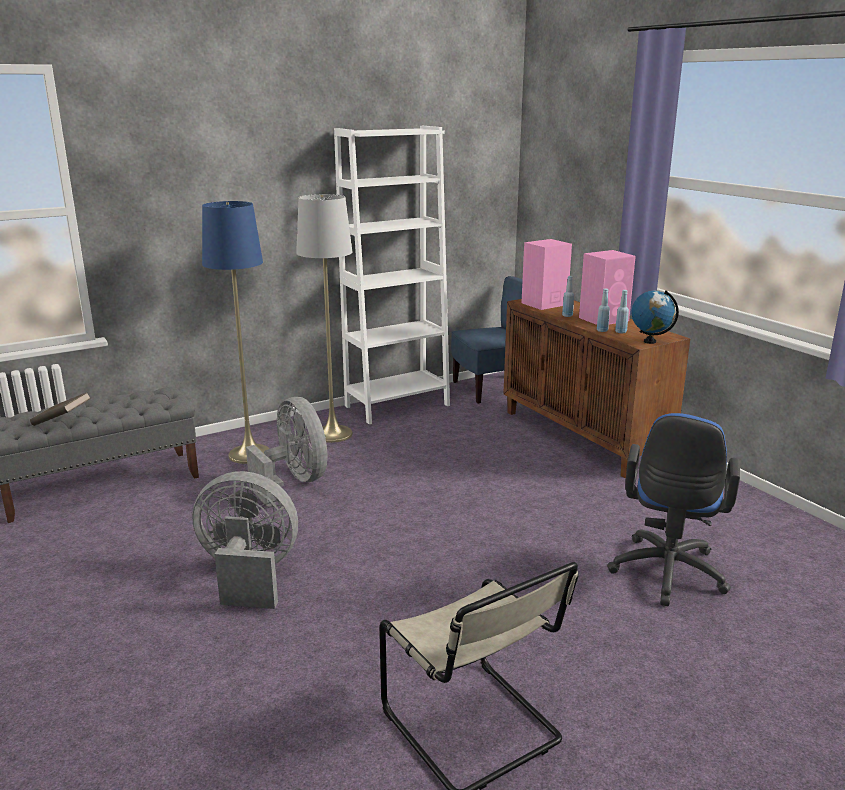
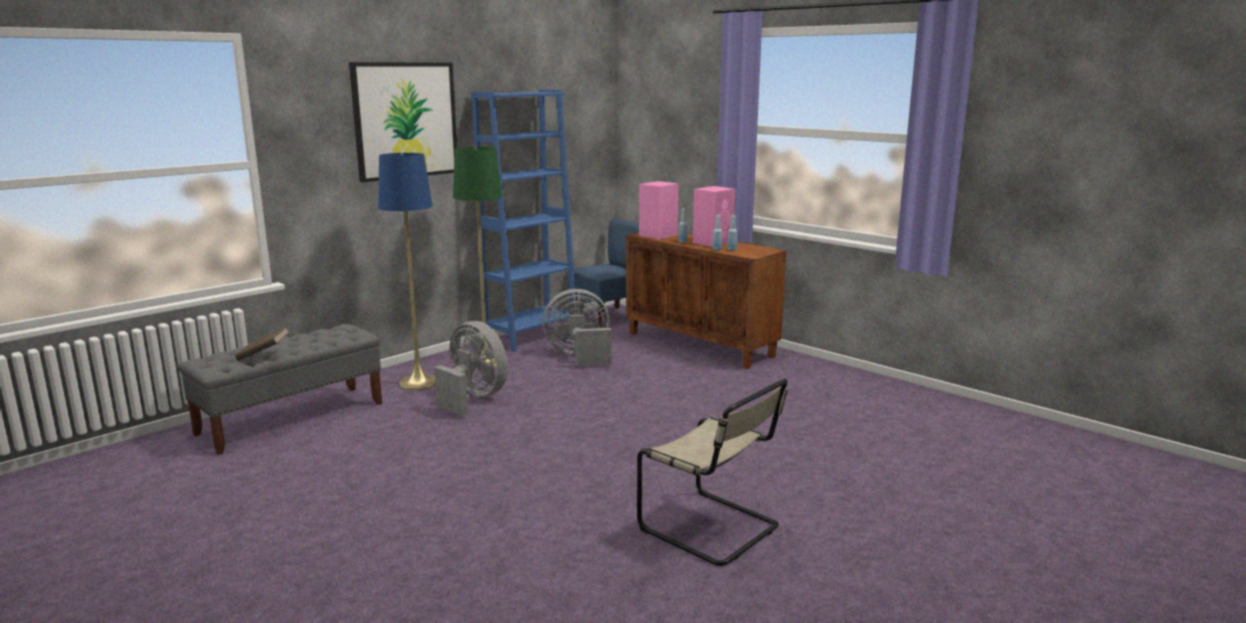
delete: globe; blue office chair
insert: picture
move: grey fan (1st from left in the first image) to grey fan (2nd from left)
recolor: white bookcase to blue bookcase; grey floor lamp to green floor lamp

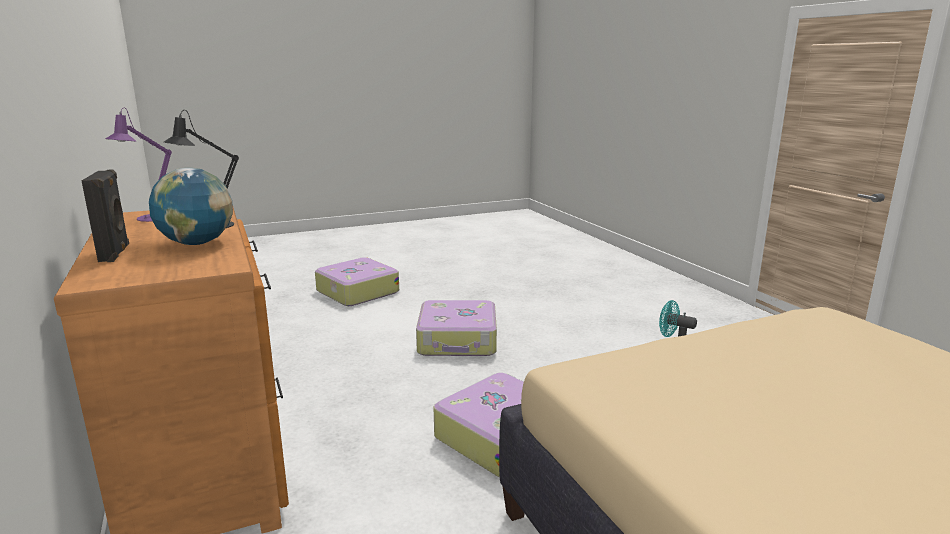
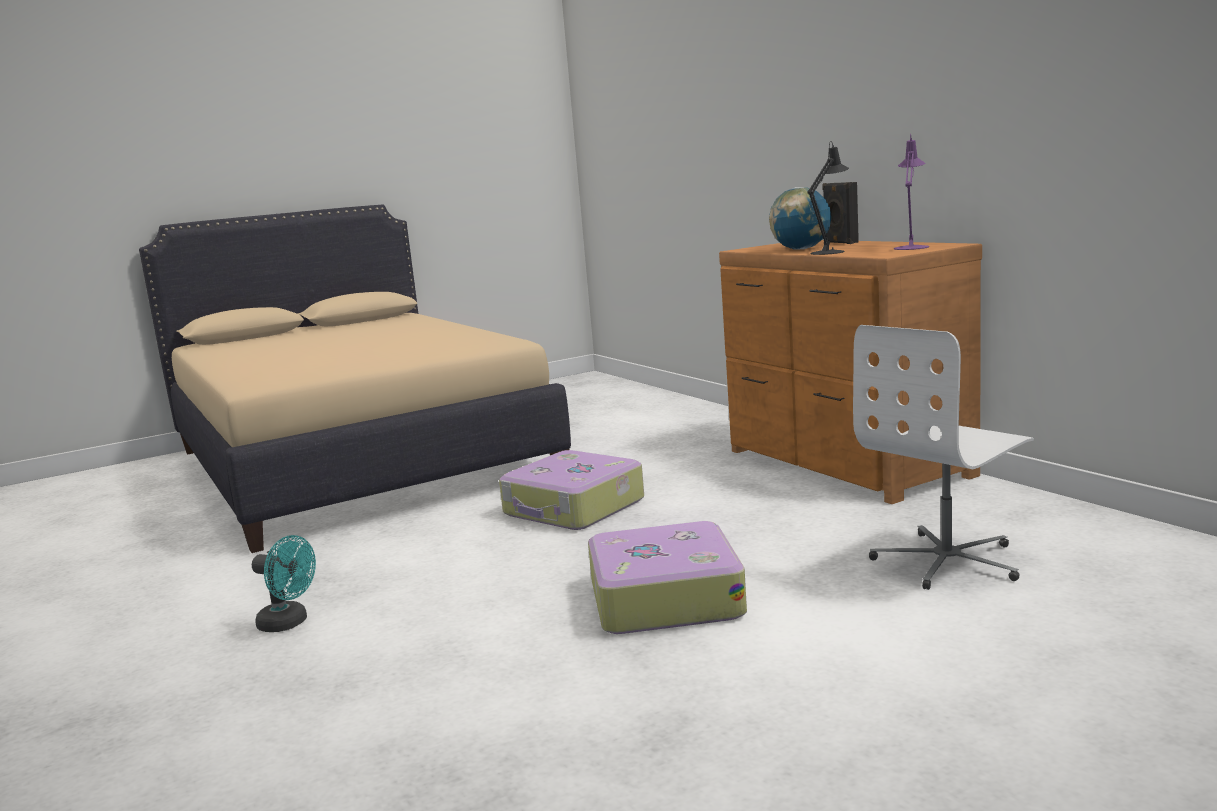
delete: suitcase (1st from left)
insert: white office chair

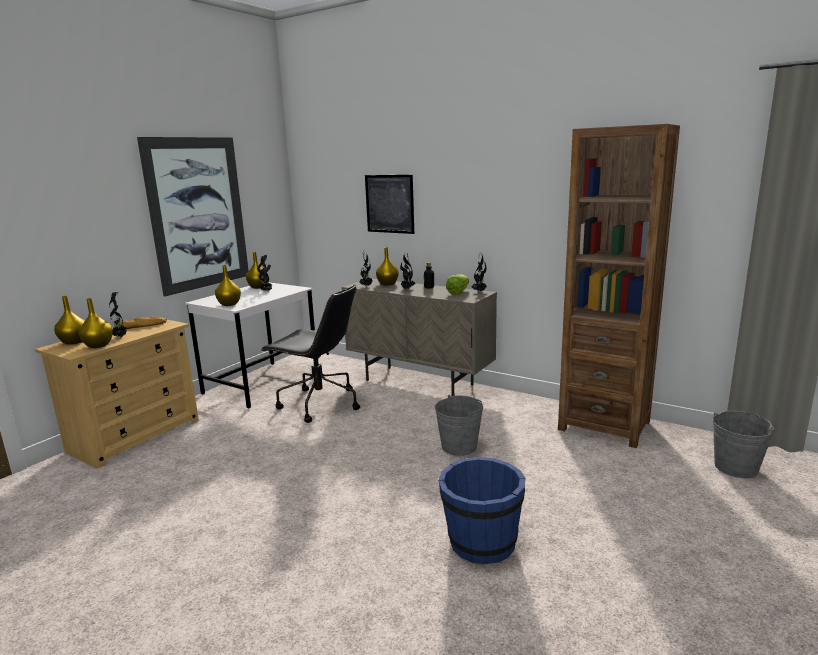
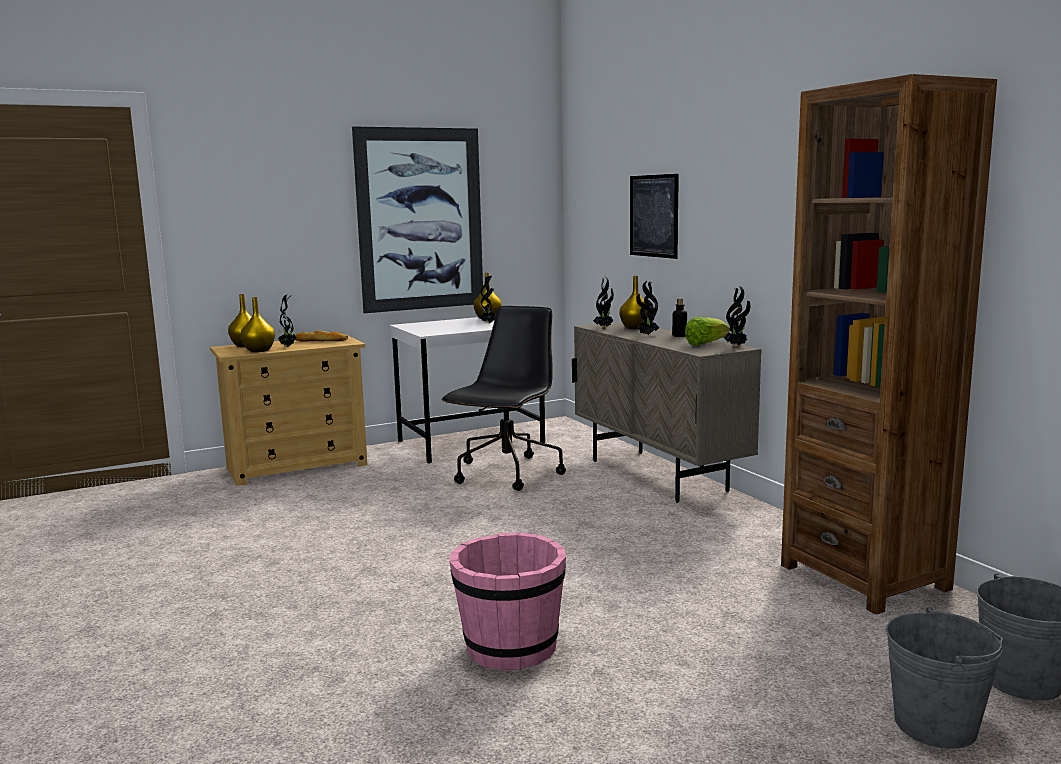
delete: yellow vase (3rd from left)
move: grey bucket (1st from left)
recolor: blue bucket to pink bucket
rotate: black office chair 120 degrees counterclockwise

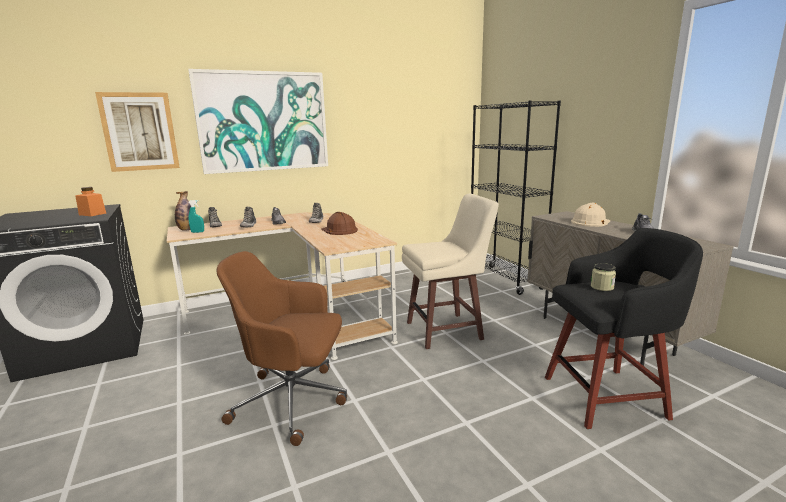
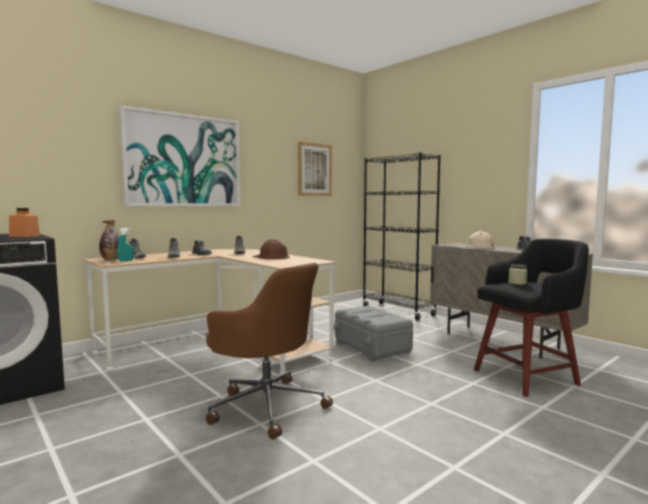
move: picture (1st from left in the first image) to picture (2nd from left)
replace: beige stool to grey storage box
rotate: brown office chair 135 degrees counterclockwise

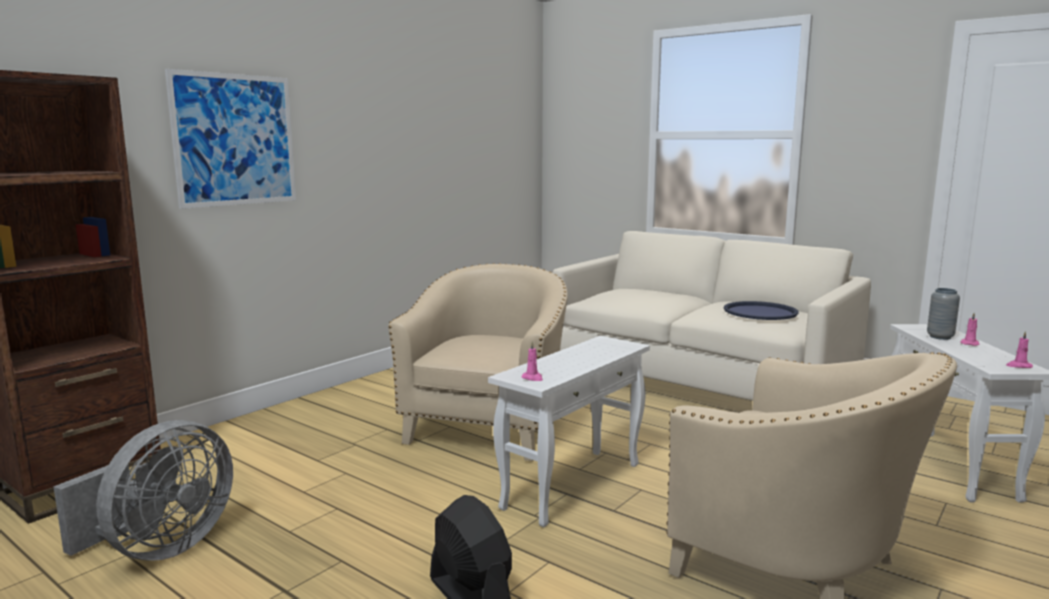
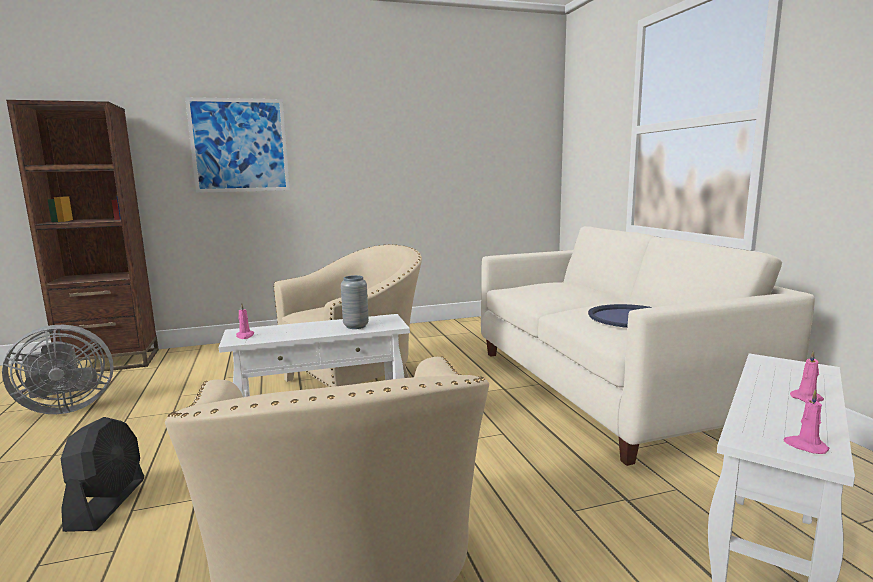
move: grey vase

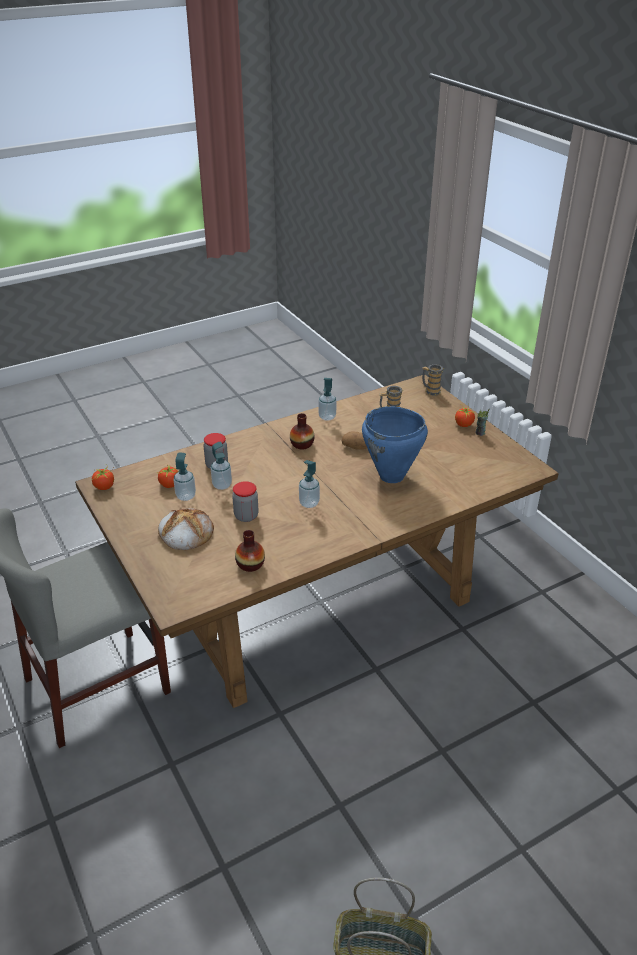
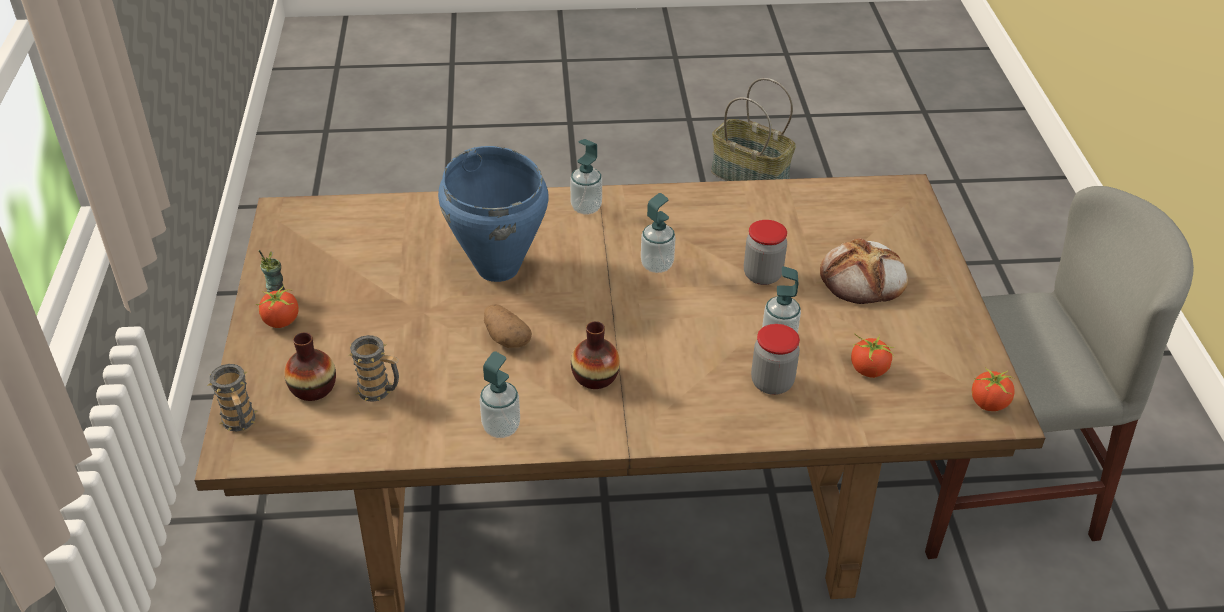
move: soap dispenser (1st from left in the first image) to soap dispenser (2nd from left); vase (1st from left)

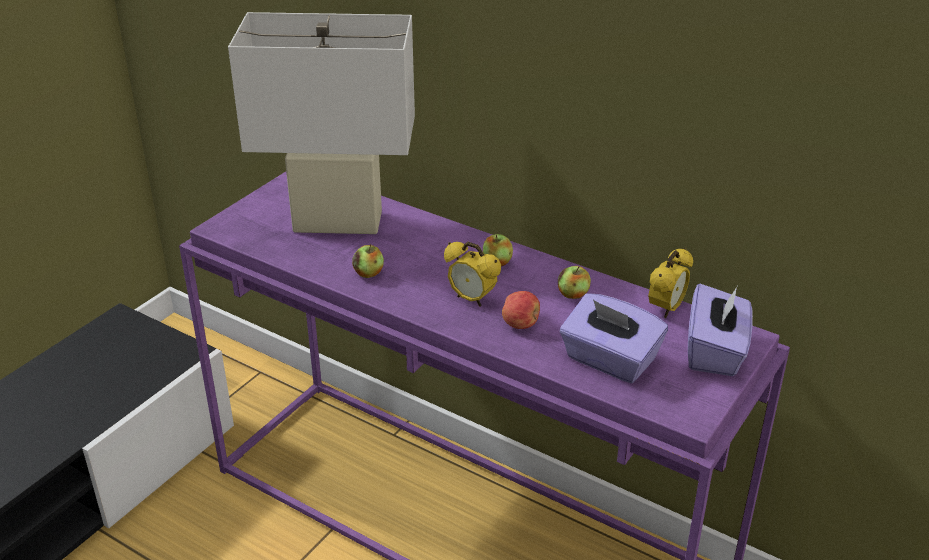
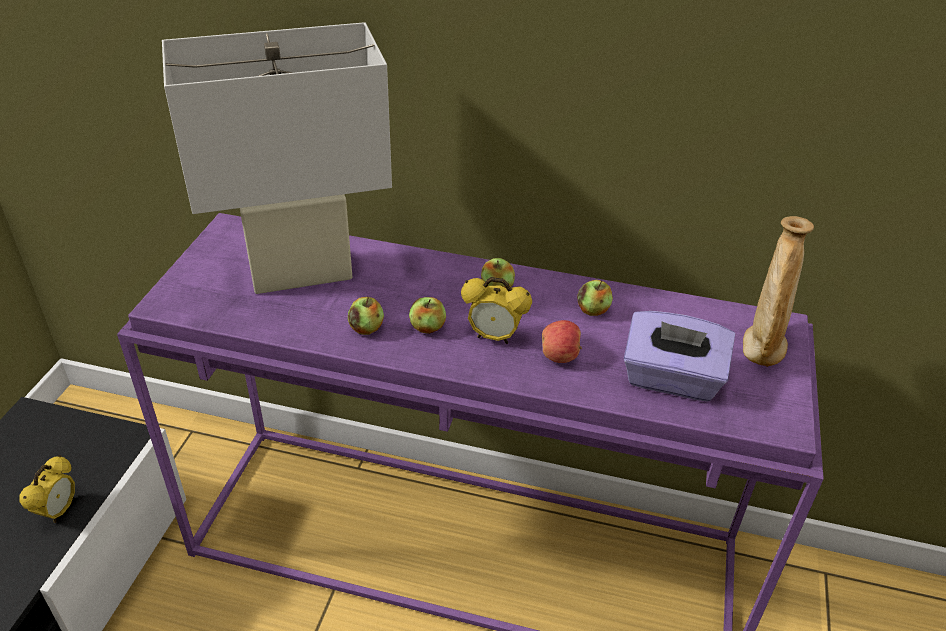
insert: apple (2nd from left)
move: alarm clock (2nd from left in the first image) to alarm clock (1st from left)
replace: purple tissue box (2nd from left) to beige vase

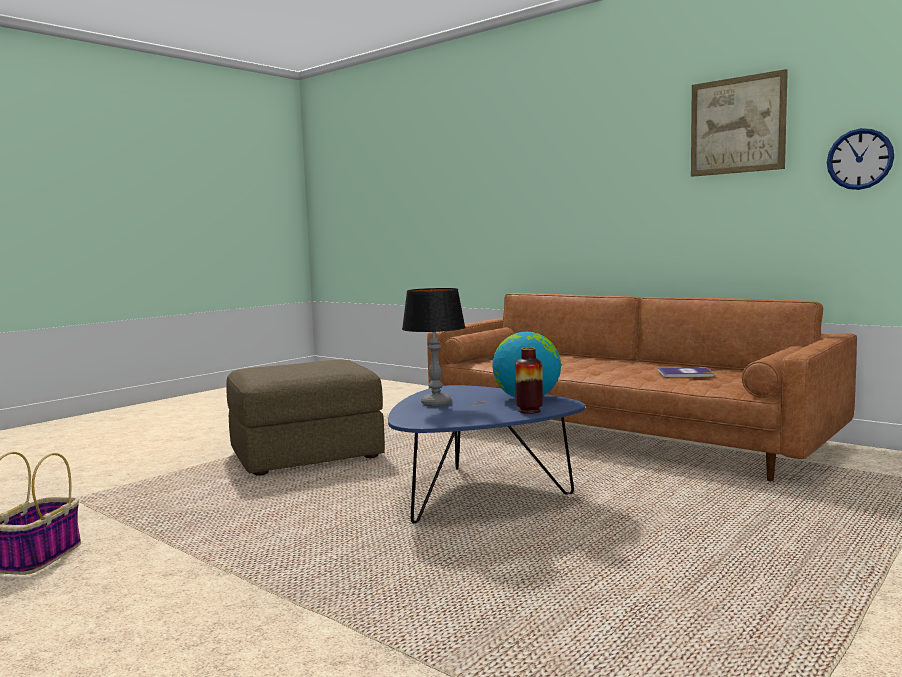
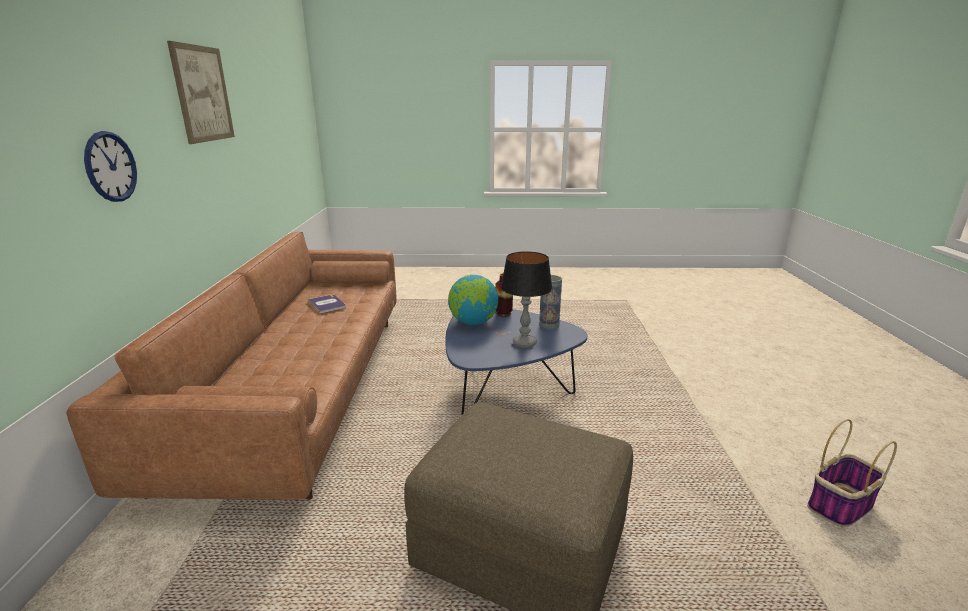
insert: vase (2nd from left)
move: wall clock

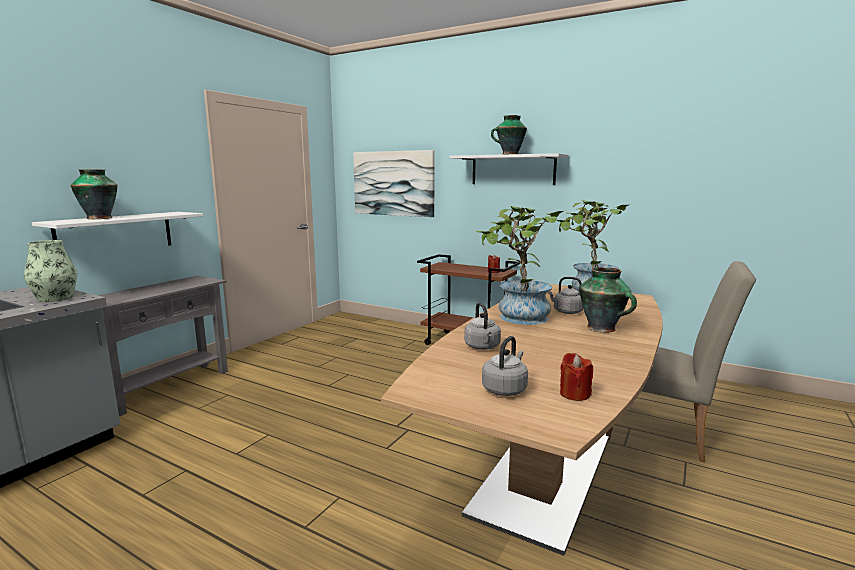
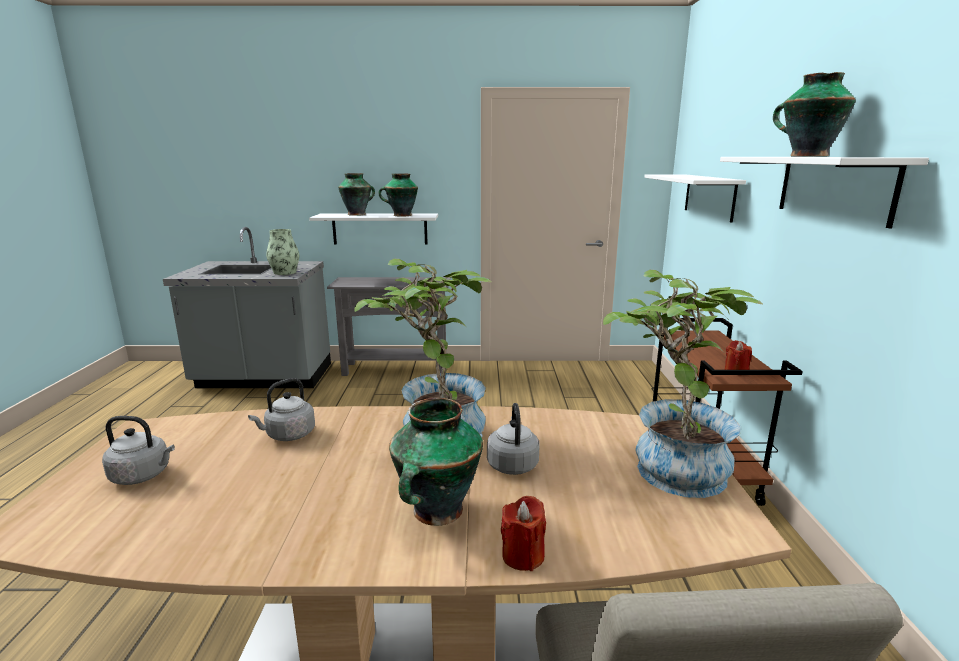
insert: vase (3rd from left)
move: red candle (2nd from left in the first image) to red candle (1st from left)
replace: picture to white shelf (2nd from left)

